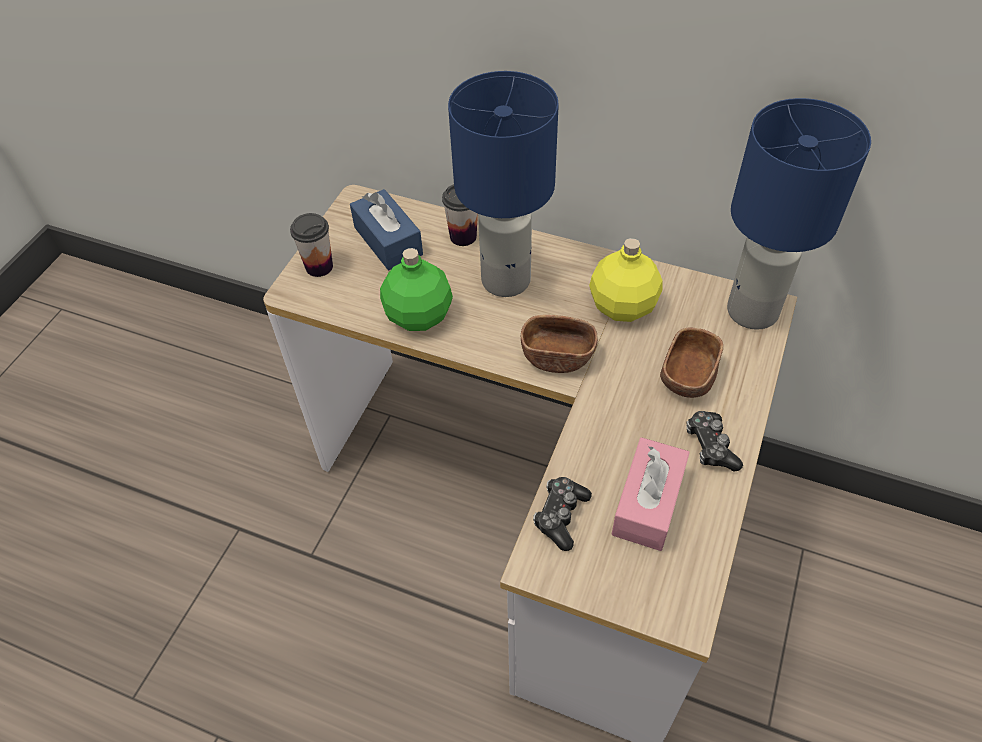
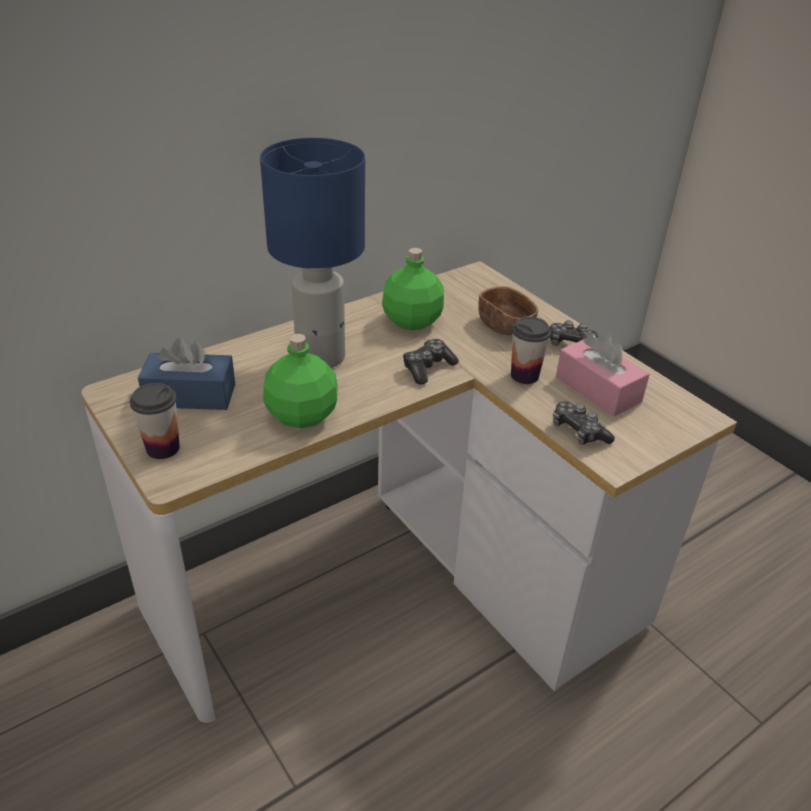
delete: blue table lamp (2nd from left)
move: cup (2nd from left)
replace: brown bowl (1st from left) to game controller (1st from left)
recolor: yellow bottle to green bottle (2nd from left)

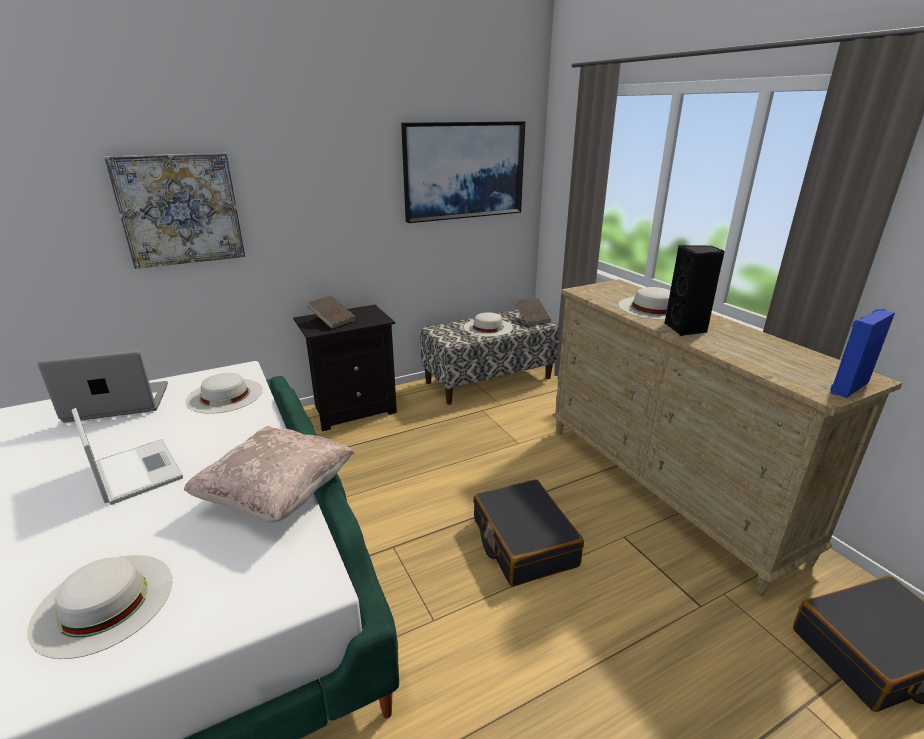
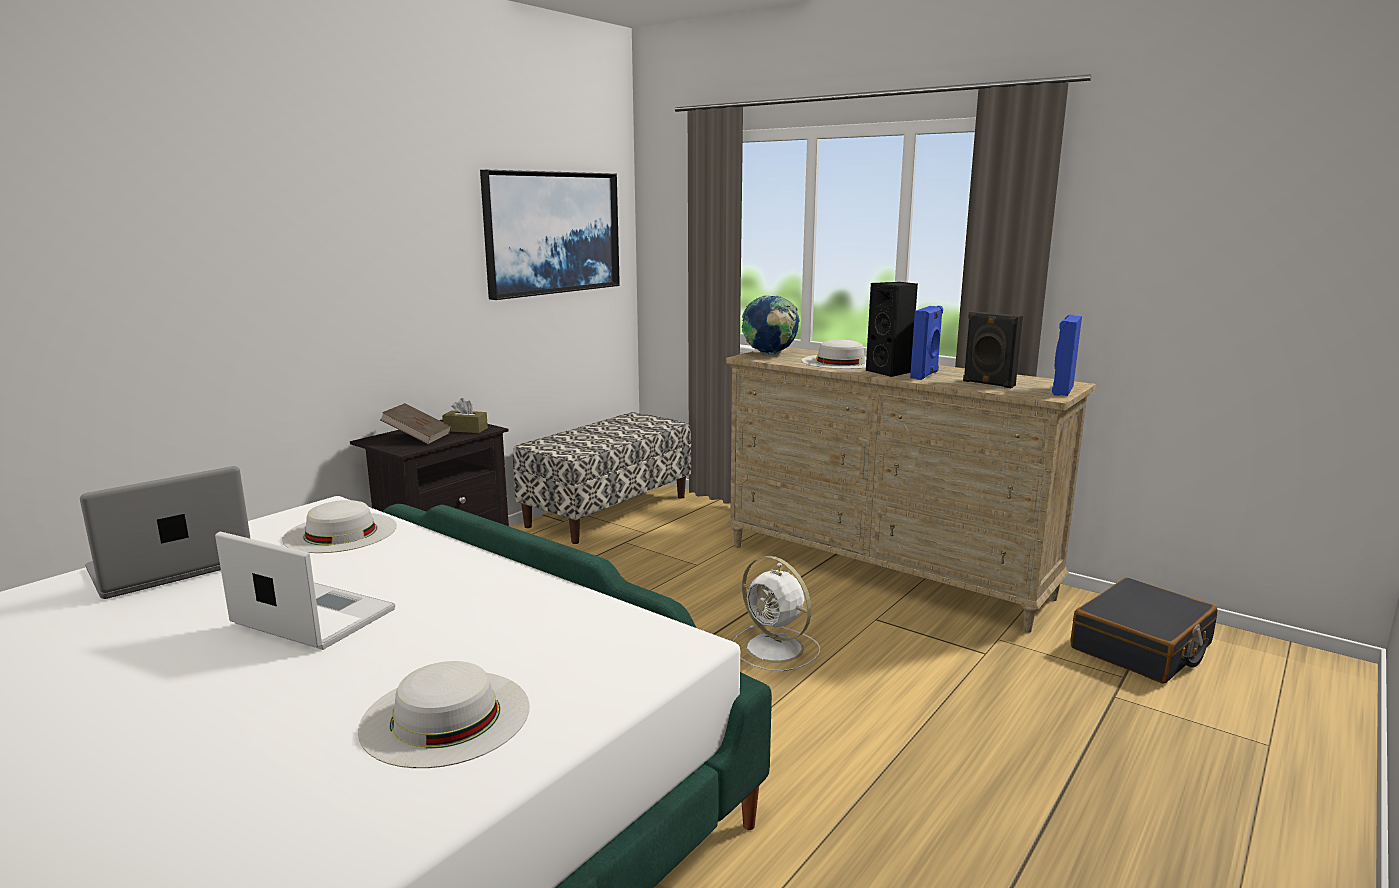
delete: picture (1st from left); brown book (2nd from left); white hat (3rd from left); beige pillow
insert: globe; blue speaker (1st from left); black speaker (2nd from left); brown tissue box
replace: black suitcase (1st from left) to white fan

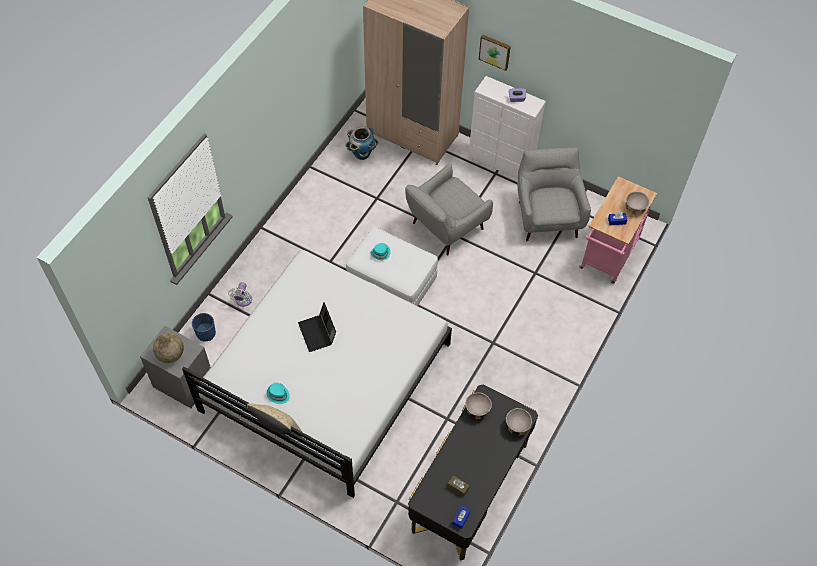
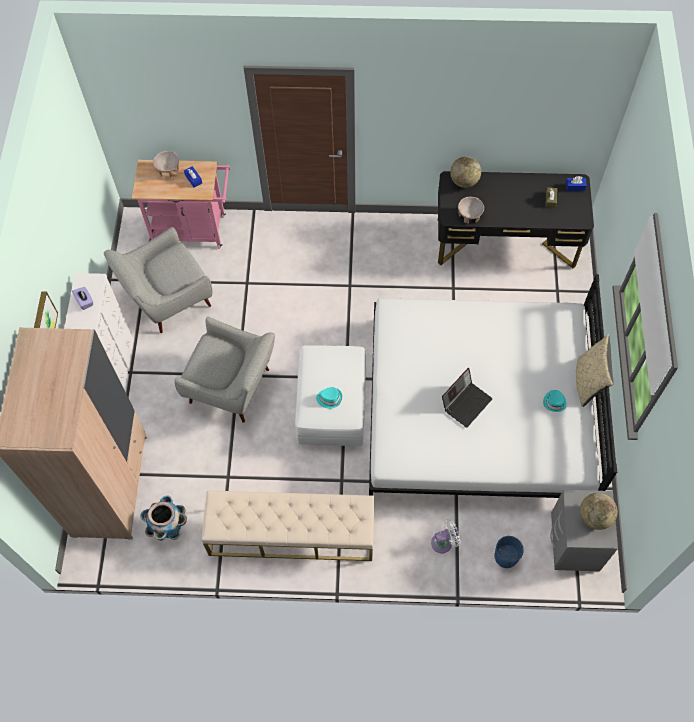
insert: beige bench
replace: beige bowl (2nd from left) to globe (1st from left)

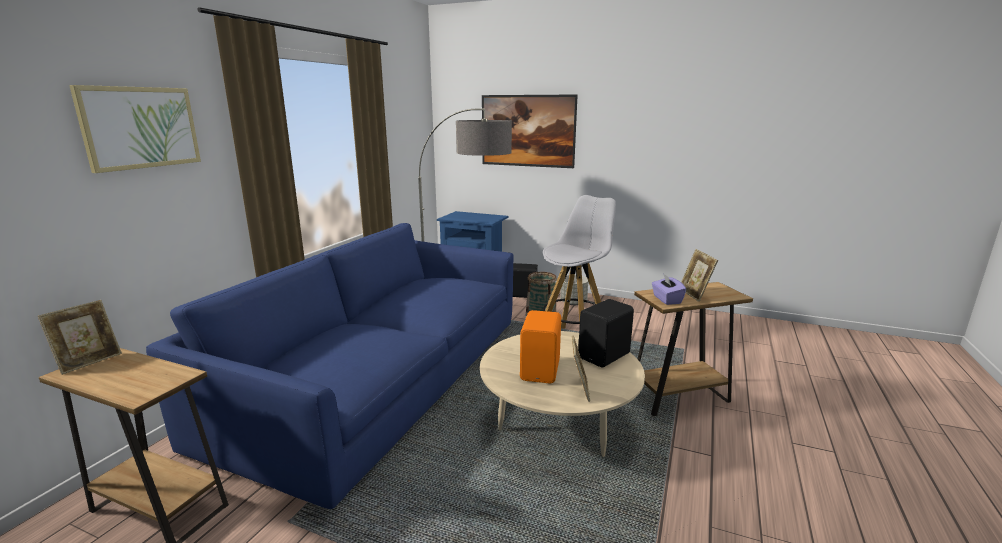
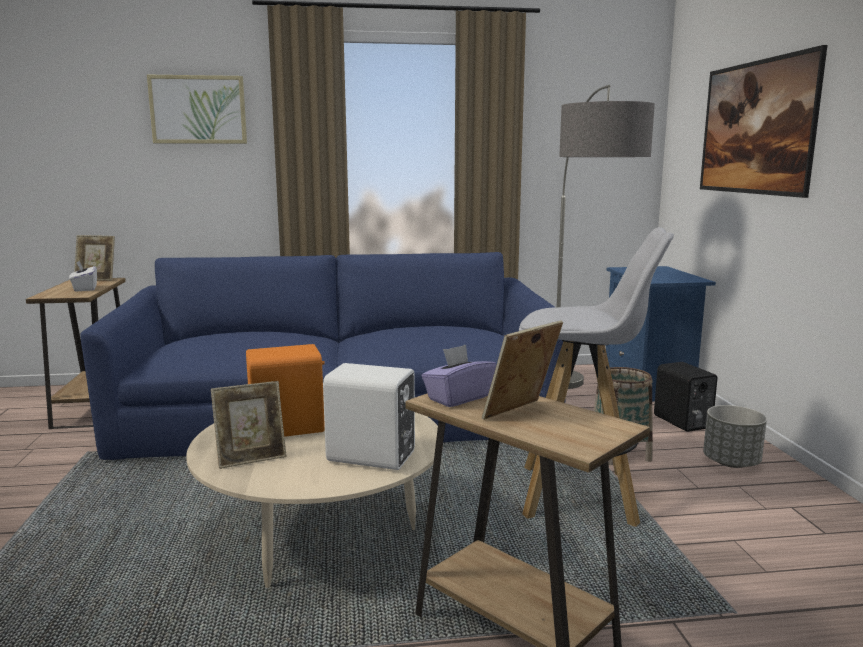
insert: white tissue box
recolor: black speaker (2nd from left) to white speaker

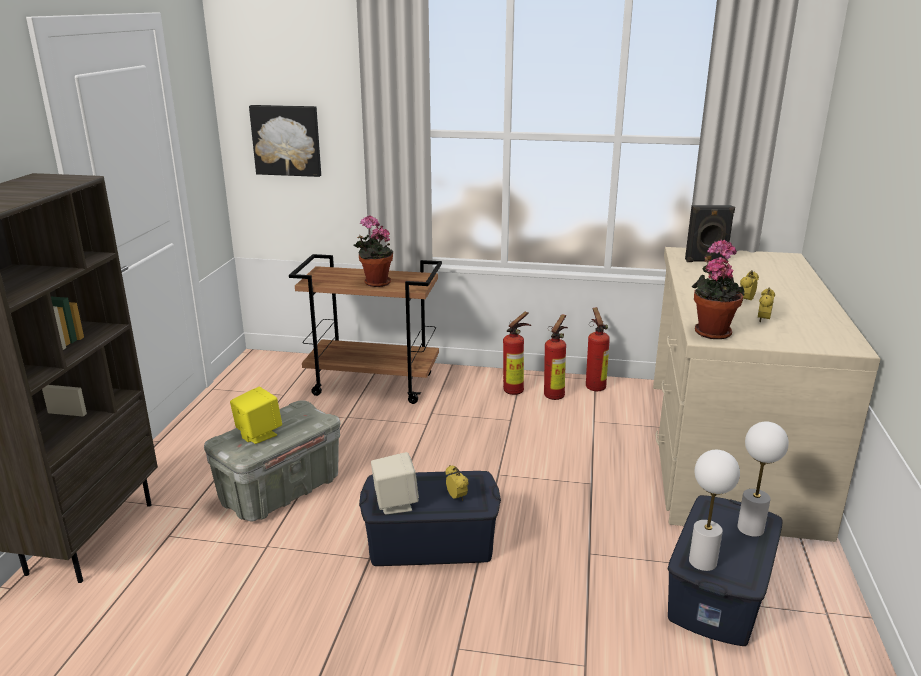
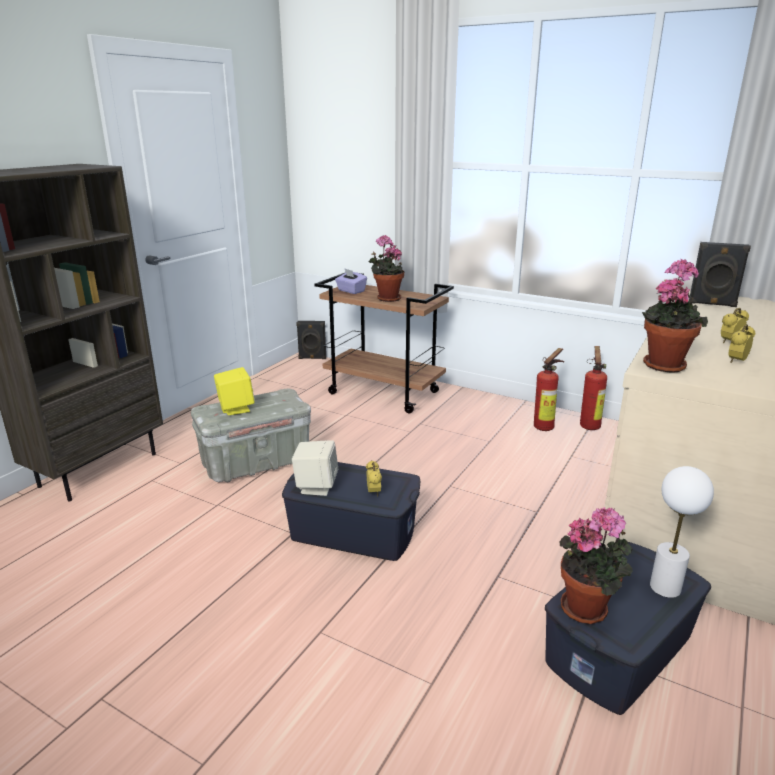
delete: picture; fire extinguisher (1st from left)
insert: purple tissue box; black speaker (1st from left)
replace: white table lamp (1st from left) to potted plant (2nd from left)

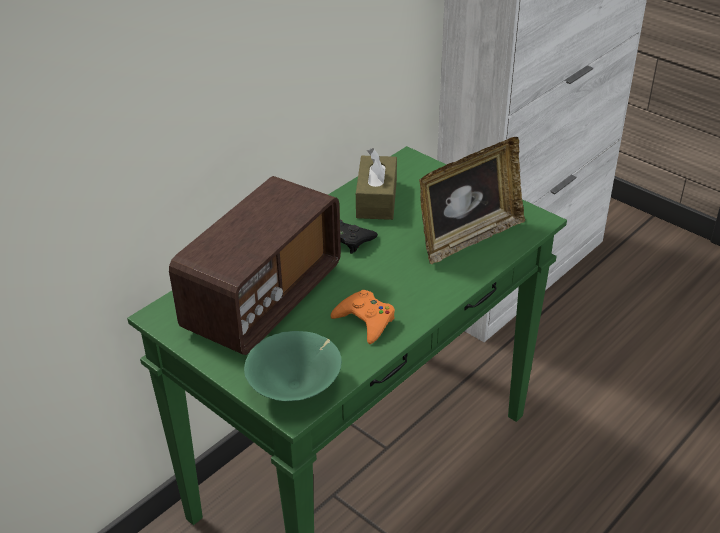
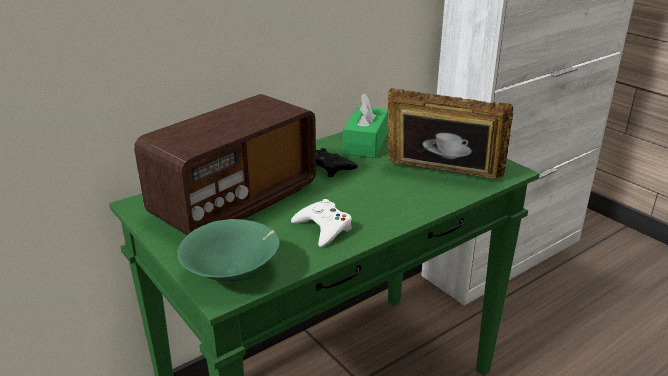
recolor: brown tissue box to green tissue box; orange game controller to white game controller
rotate: picture frame 135 degrees counterclockwise

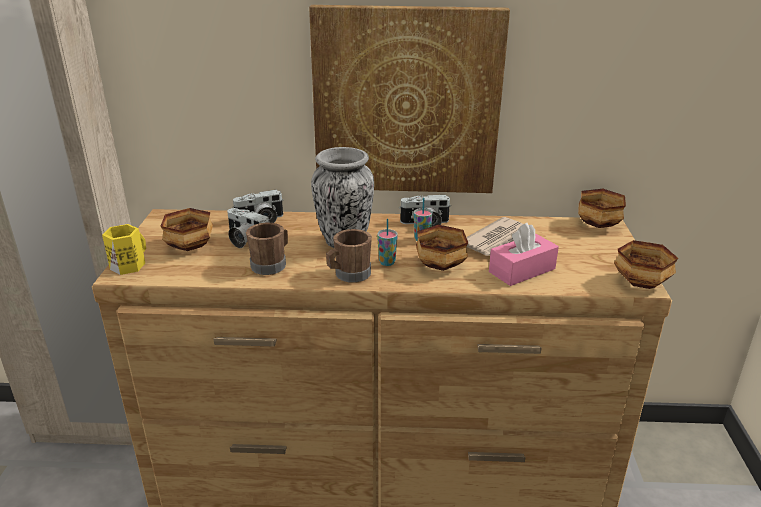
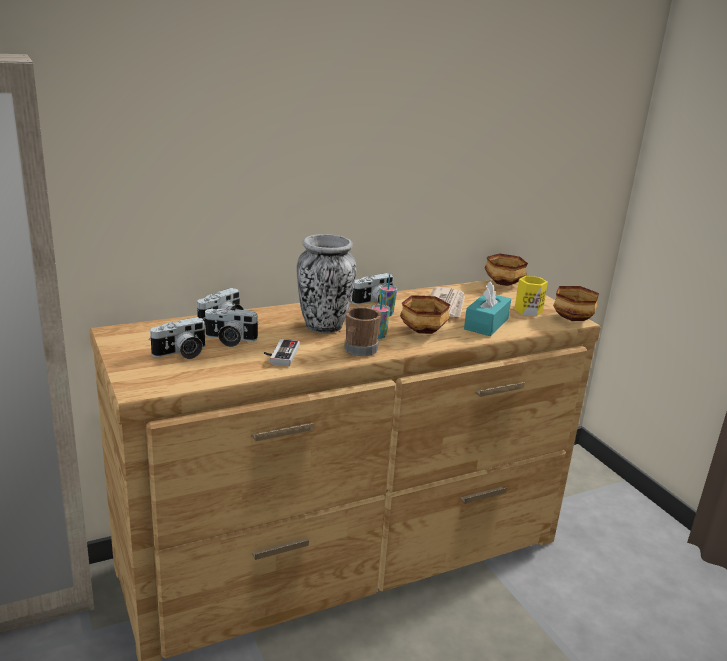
delete: picture
move: yellow mug
replace: bowl (1st from left) to photo camera (1st from left); brown mug (1st from left) to game controller
recolor: pink tissue box to turquoise tissue box

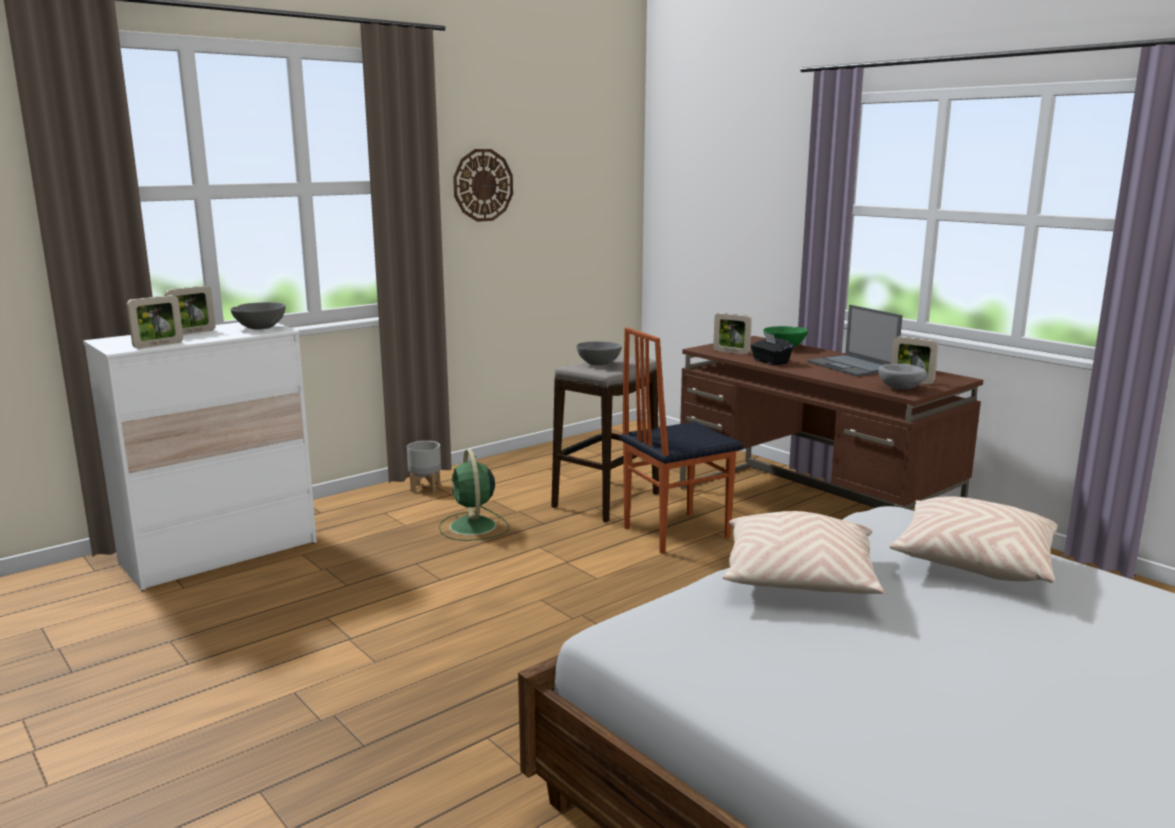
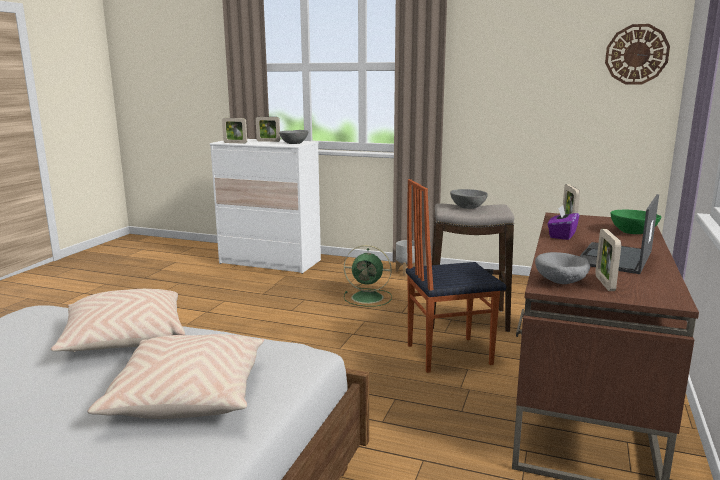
move: wall clock
recolor: black tissue box to purple tissue box
rotate: chair 45 degrees counterclockwise; green fan 120 degrees counterclockwise

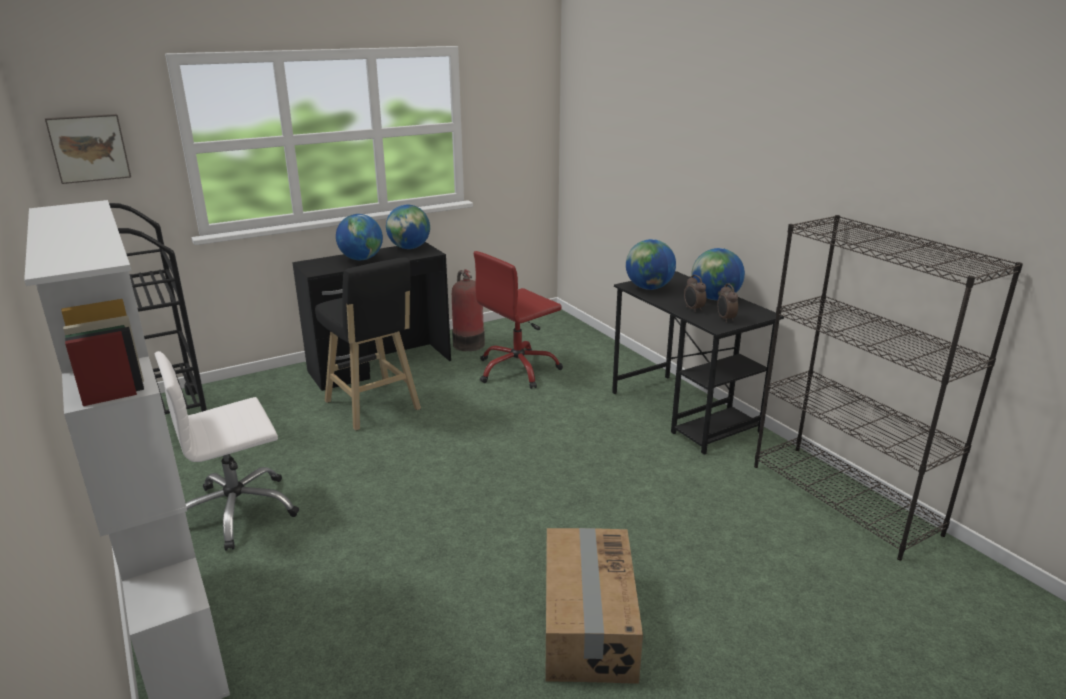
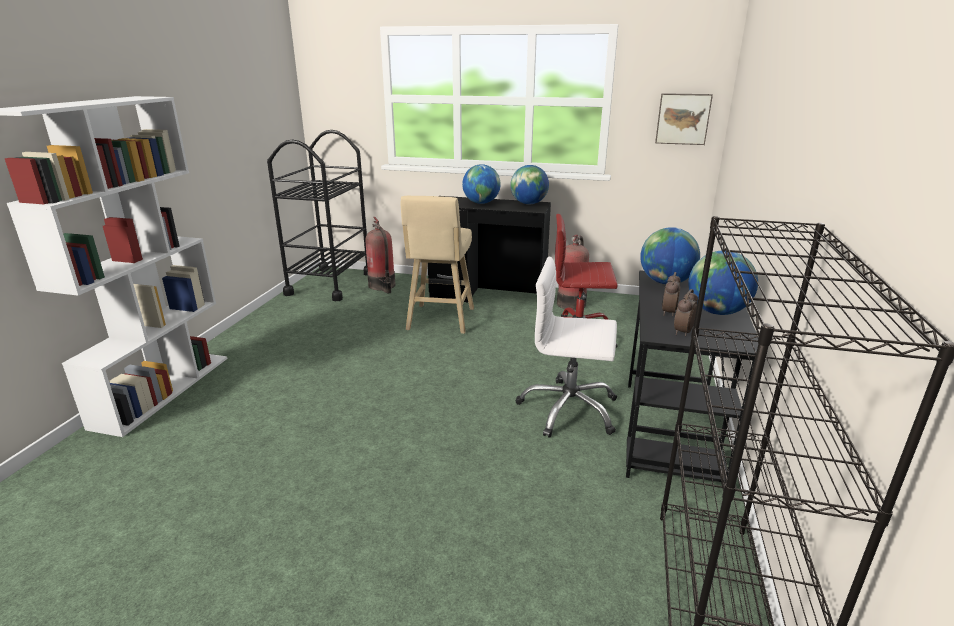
delete: cardboard box
insert: fire extinguisher (1st from left)
move: picture; white office chair
recolor: black stool to beige stool

